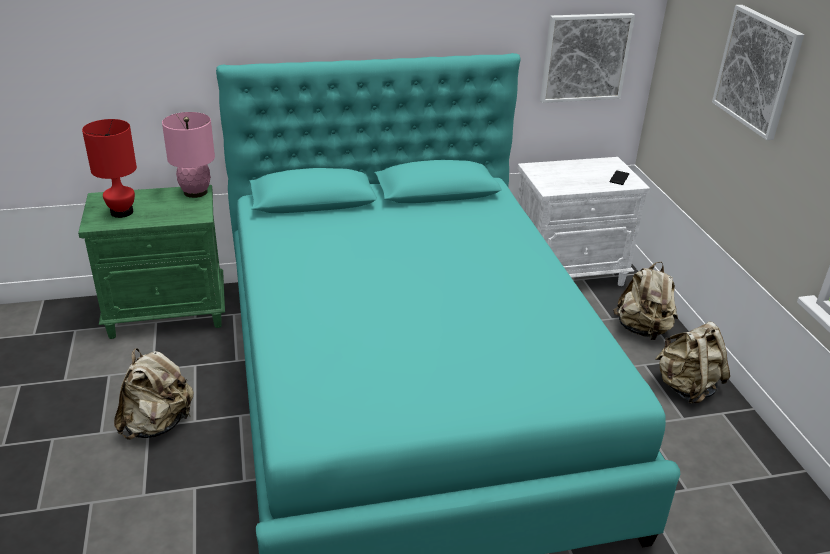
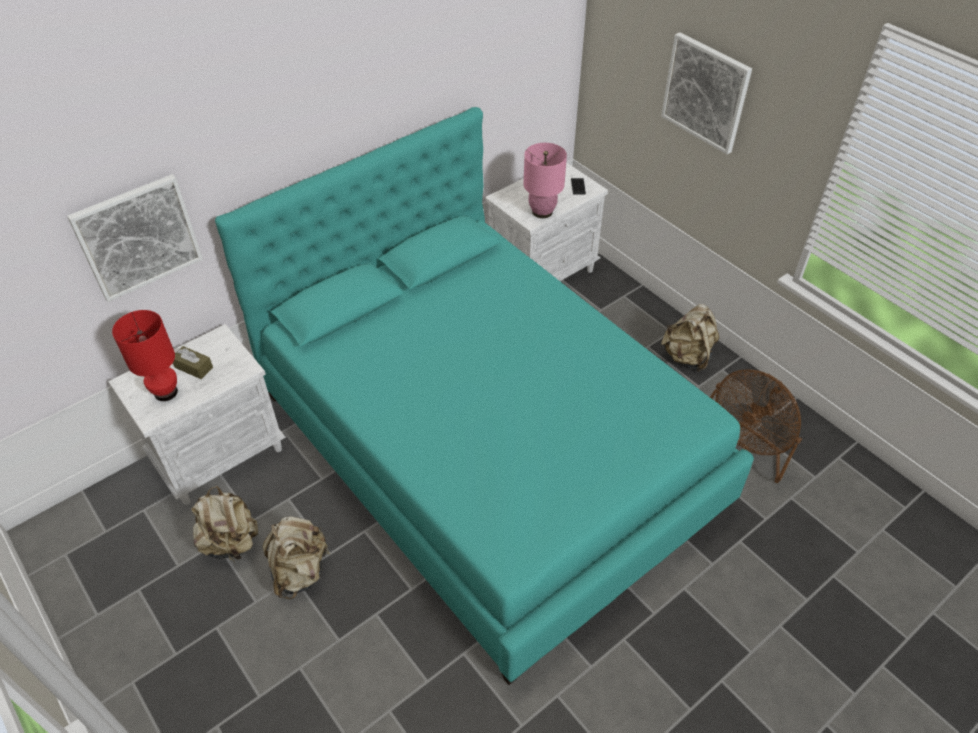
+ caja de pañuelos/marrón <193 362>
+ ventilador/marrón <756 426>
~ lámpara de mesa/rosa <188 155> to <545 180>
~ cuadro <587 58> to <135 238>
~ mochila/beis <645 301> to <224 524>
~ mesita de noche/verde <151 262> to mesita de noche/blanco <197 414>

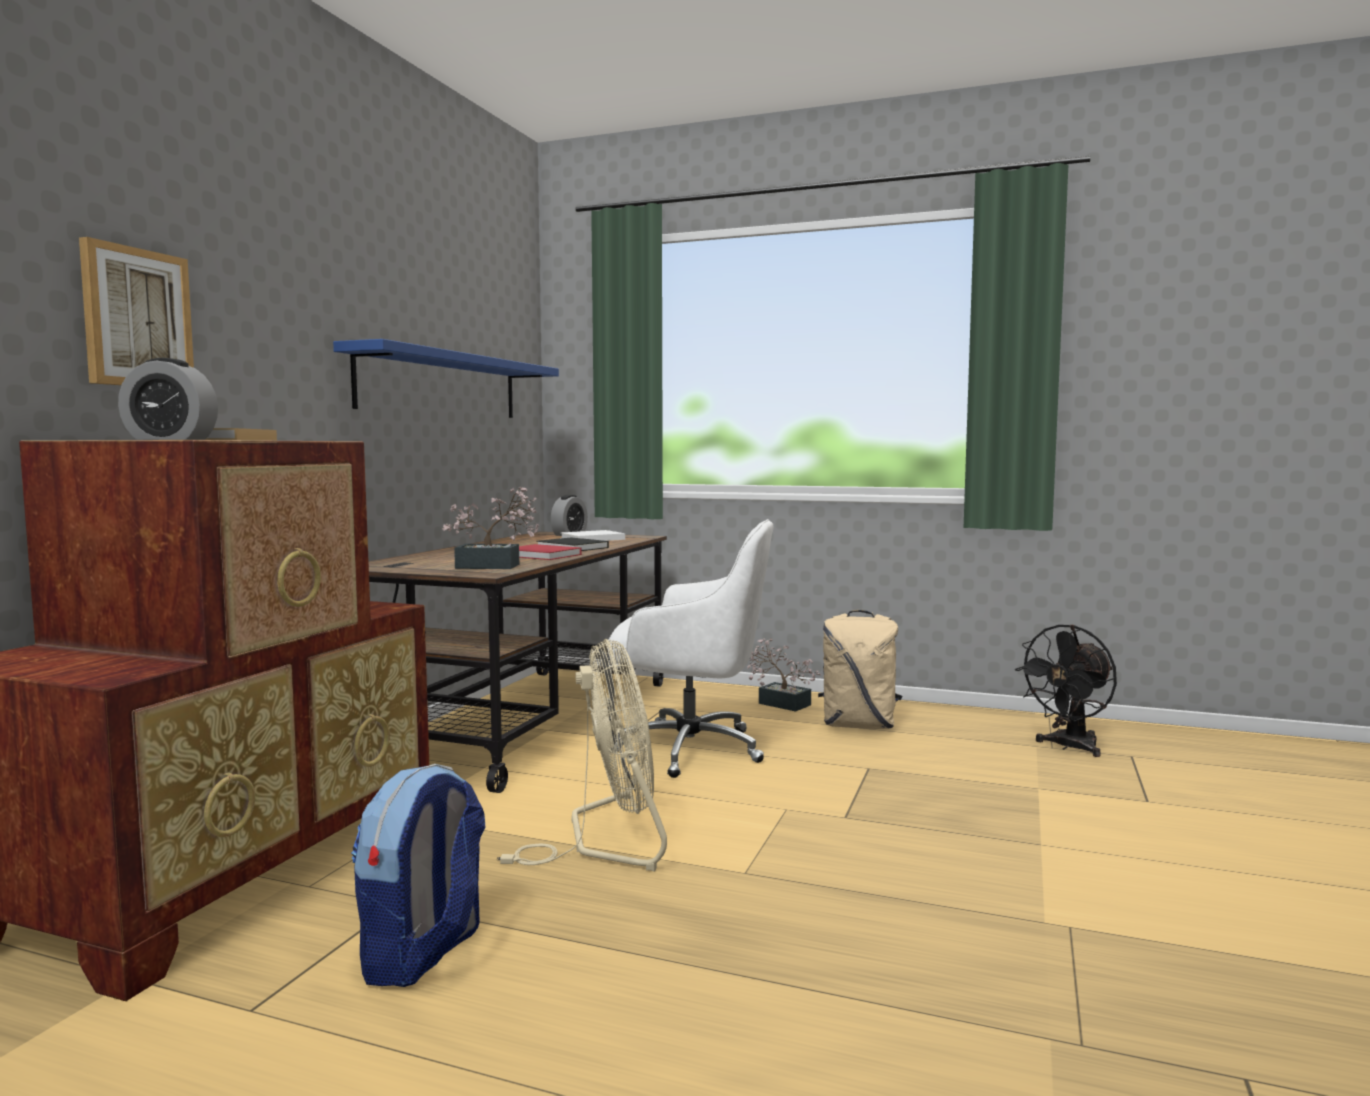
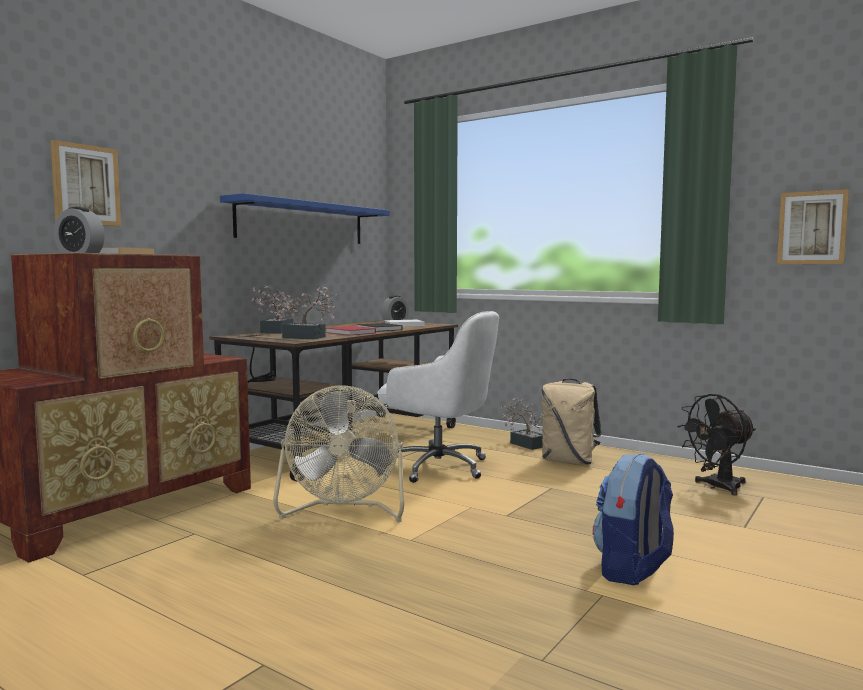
+ planta en maceta <273 309>
+ cuadro <813 226>
~ mochila <418 875> to <633 519>
~ ventilador/beis <582 755> = <338 453> 90 degrees clockwise

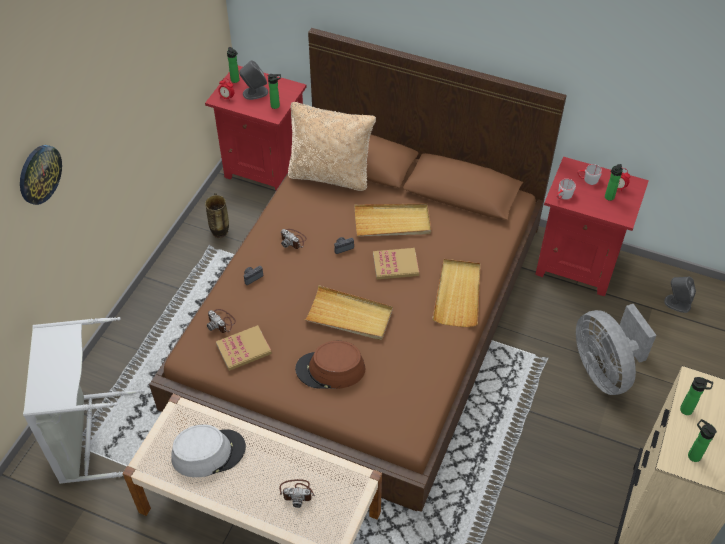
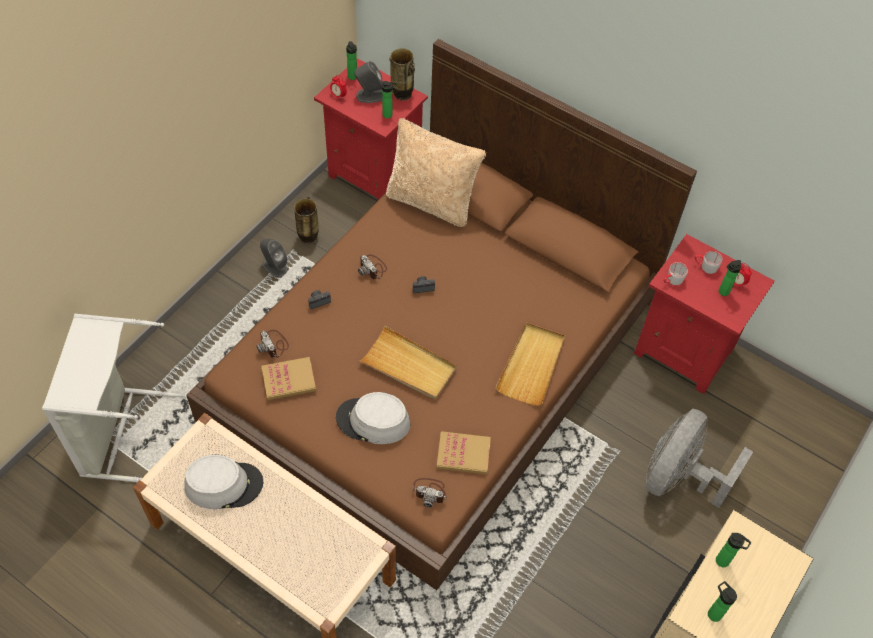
- reloj de pared <41 175>
- bandeja/beis <392 220>
+ florero <402 74>
~ cámara <297 493> to <430 493>
~ libro <396 263> to <464 452>
~ altavoz/gris <680 295> to <274 258>
~ sombrero/marrón <330 365> to sombrero/gris <373 418>
~ ventilador/gris <616 349> = <699 458> 45 degrees clockwise

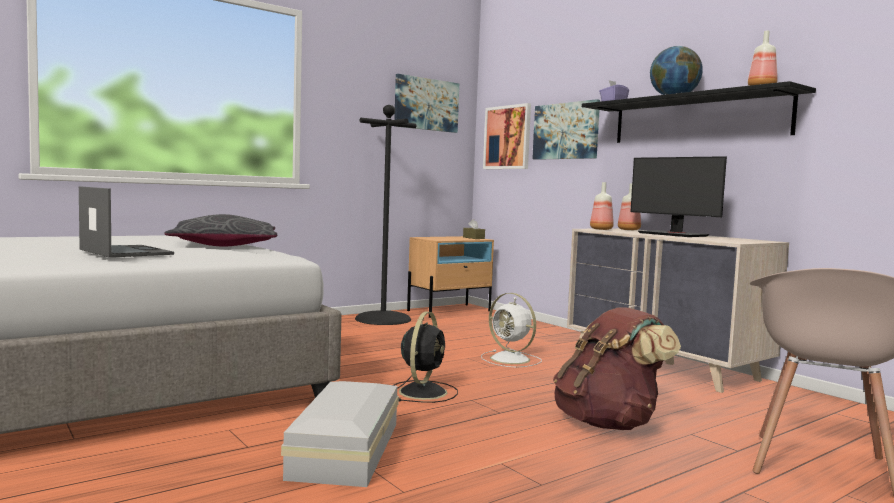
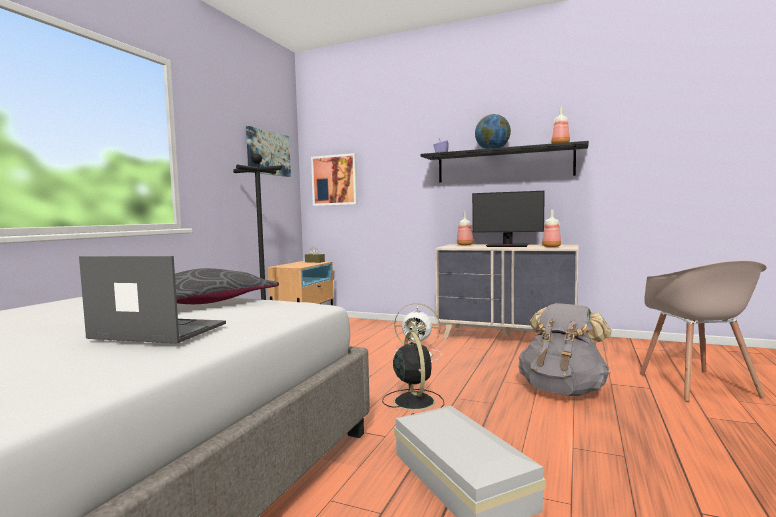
- cuadro <566 129>
~ botella <602 206> to <551 228>
~ mochila/marrón <617 368> to mochila/gris <565 349>

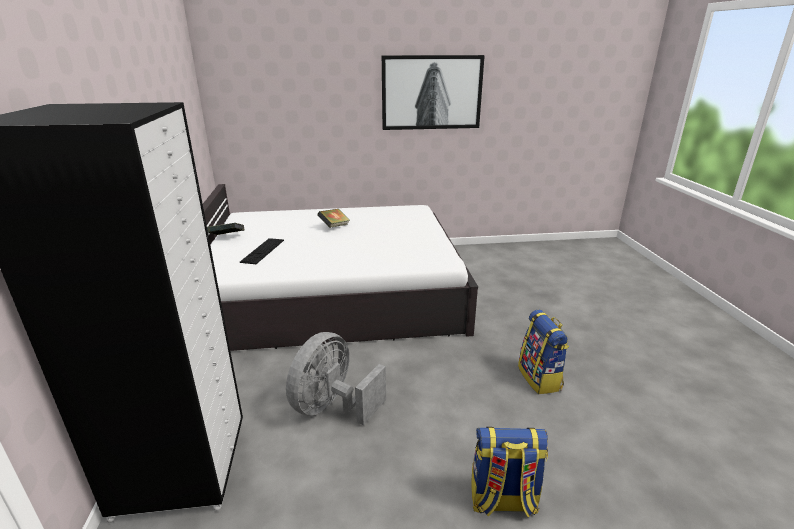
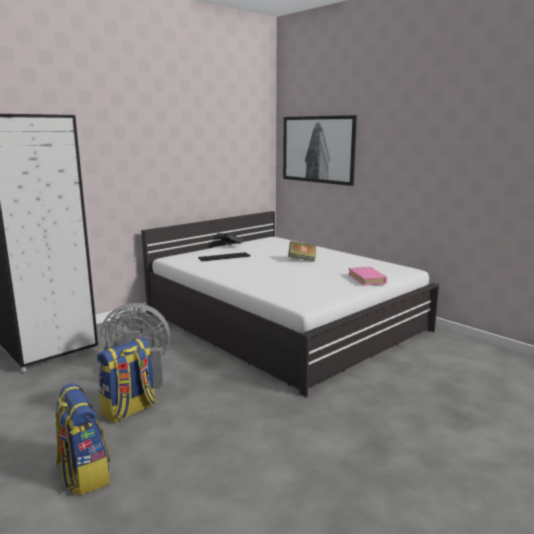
+ libro/rosa <367 276>
~ cuadro <433 92> to <320 150>
~ mochila <543 352> to <126 380>

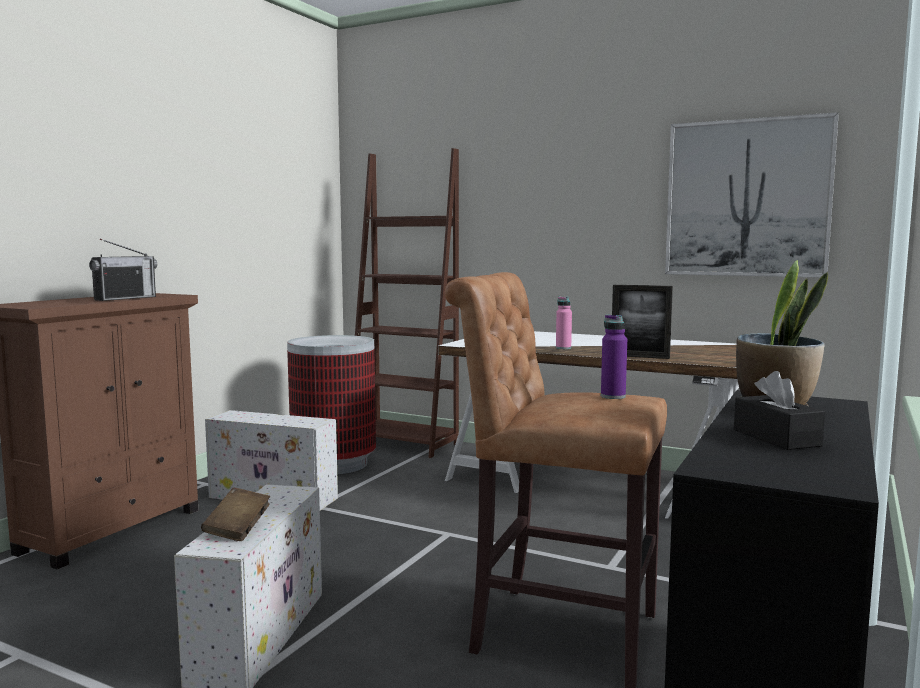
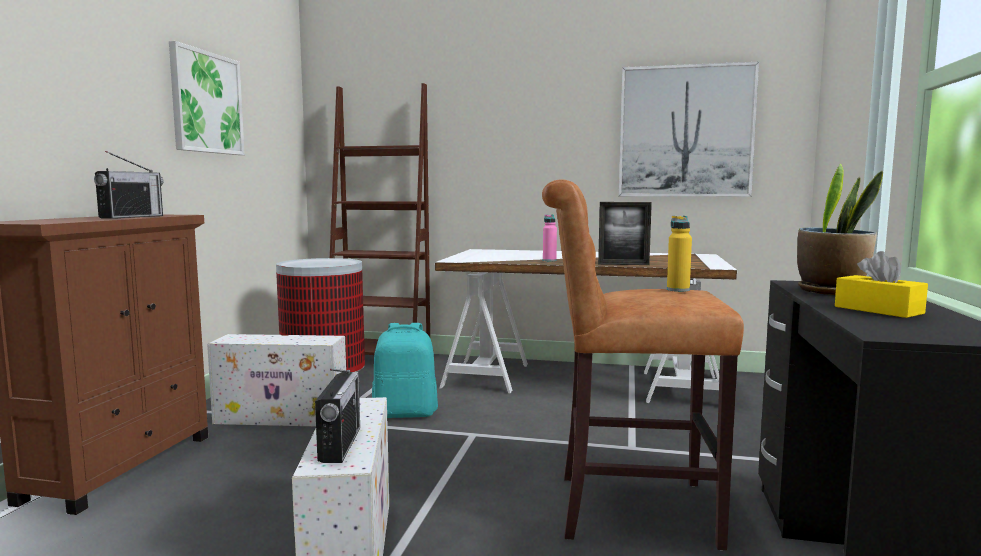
+ cuadro <207 98>
+ mochila/turquesa <405 370>
~ libro/marrón <236 514> to radio <337 416>
~ botella/morado <614 357> to botella/amarillo <679 254>
~ caja de pañuelos/negro <779 410> to caja de pañuelos/amarillo <881 284>

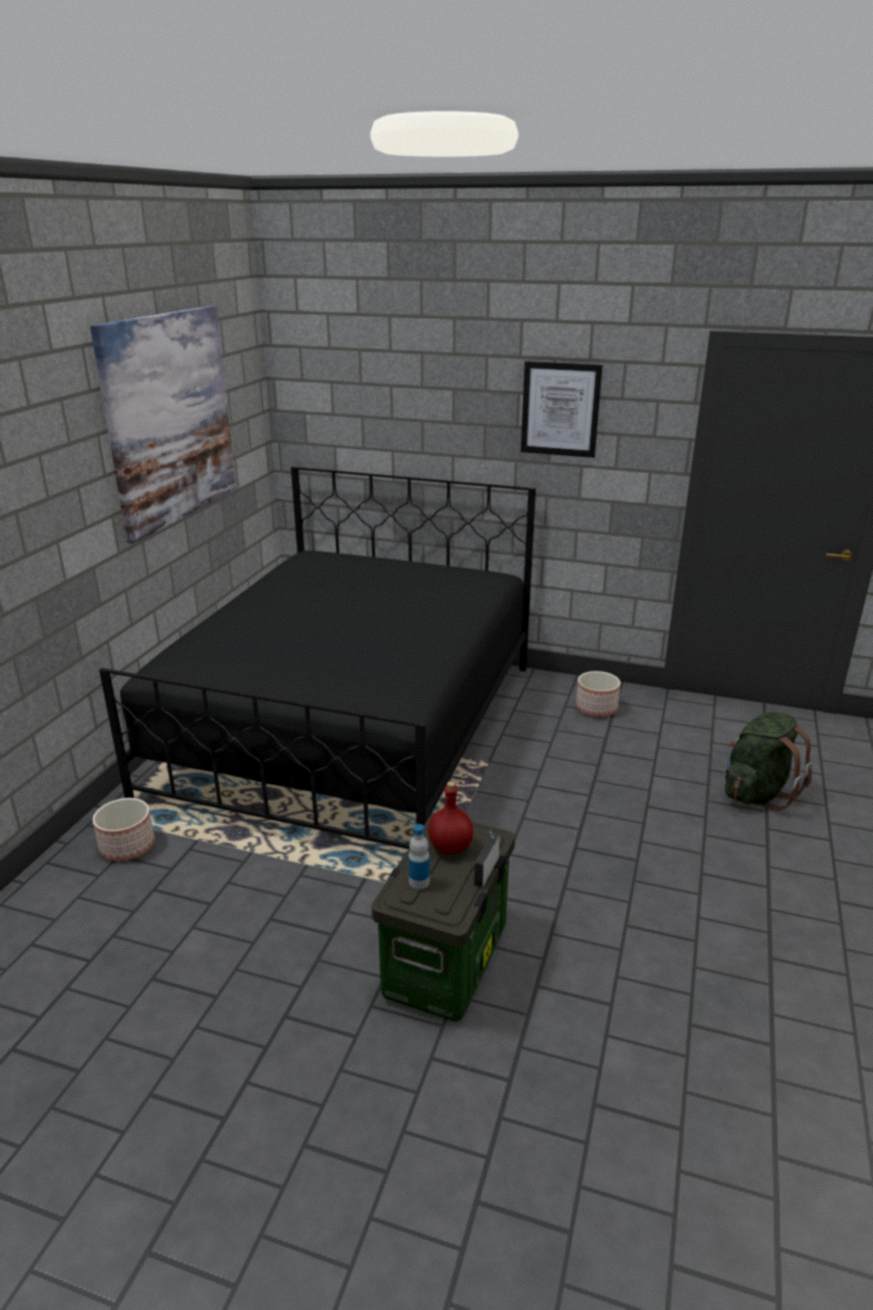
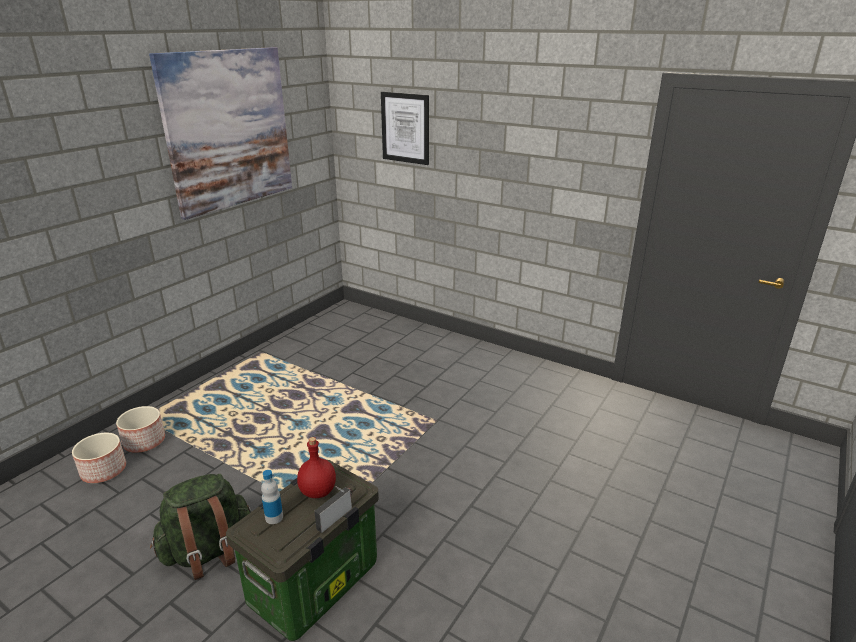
- cama/negro <317 658>
~ cuadro <562 409> to <405 128>
~ maceta <598 694> to <99 458>
~ mochila/verde <769 761> to <201 527>

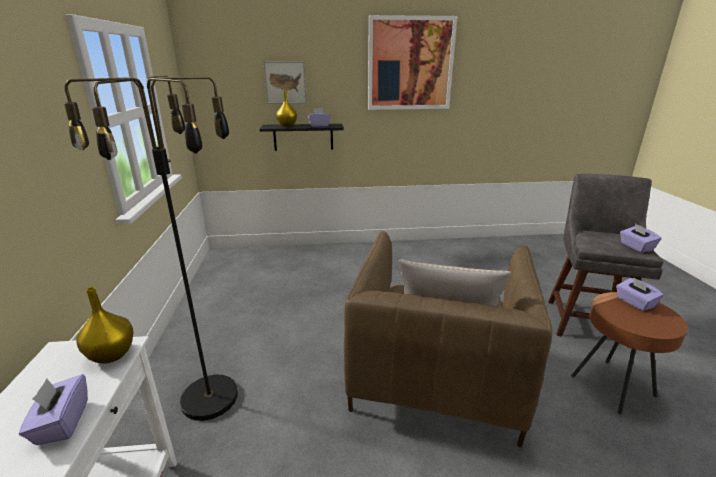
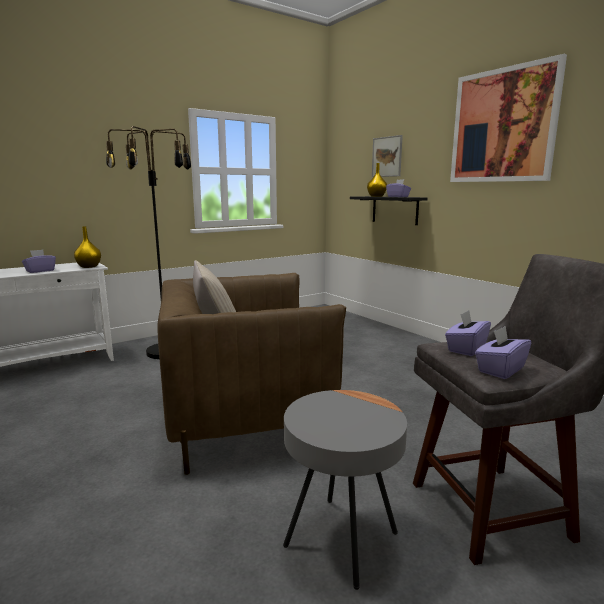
~ caja de pañuelos/morado <640 294> to <468 333>
~ mesa auxiliar/marrón <629 353> to mesa auxiliar/gris <345 490>

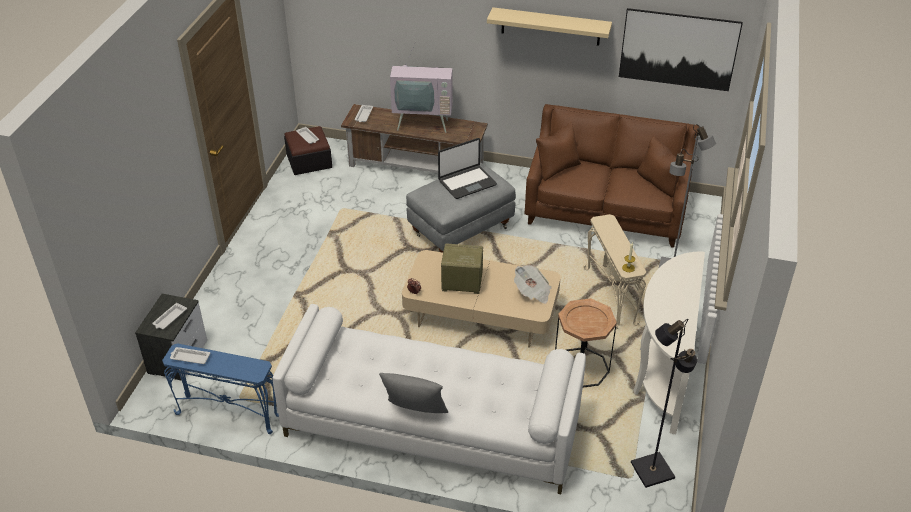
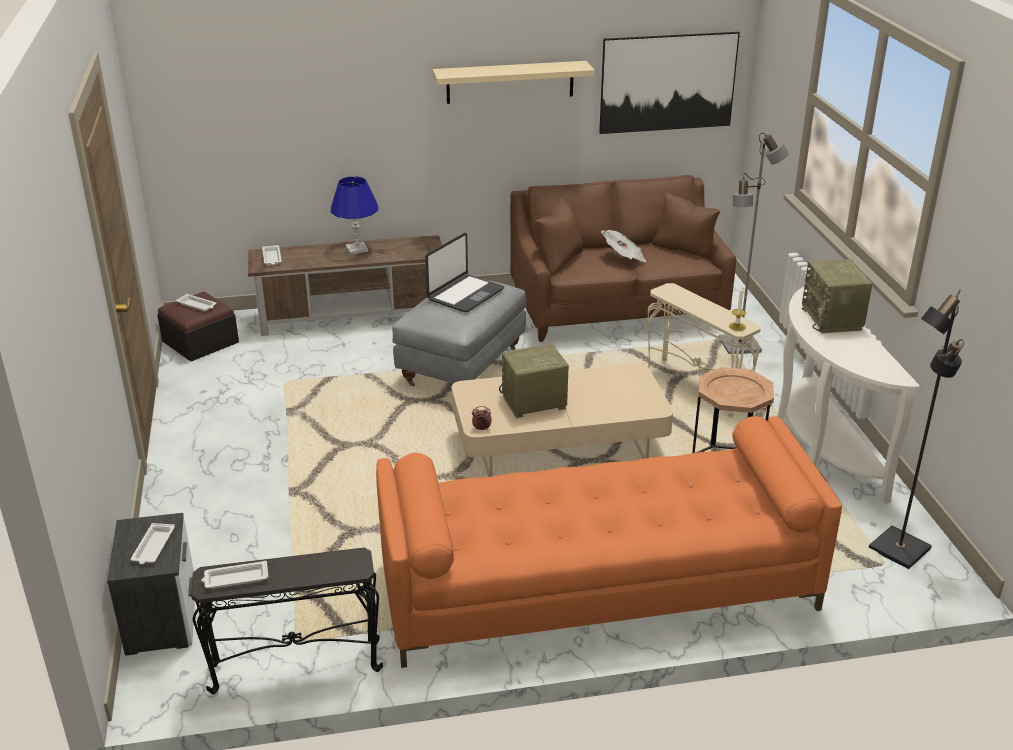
- cojín/gris <413 393>
+ radio <837 296>
~ periódico <533 284> to <623 246>
~ televisor <421 86> to lámpara de mesa/azul <354 215>
~ mesa auxiliar/azul <220 388> to mesa auxiliar/negro <287 621>
~ sofá/blanco <429 399> to sofá/naranja <609 542>

